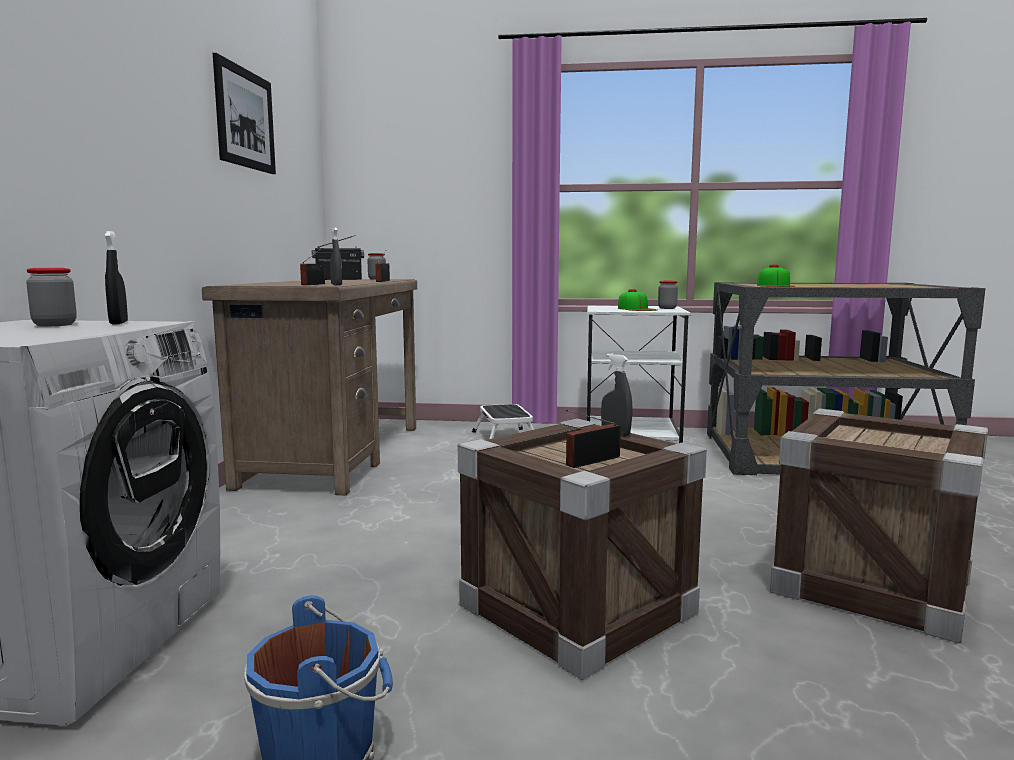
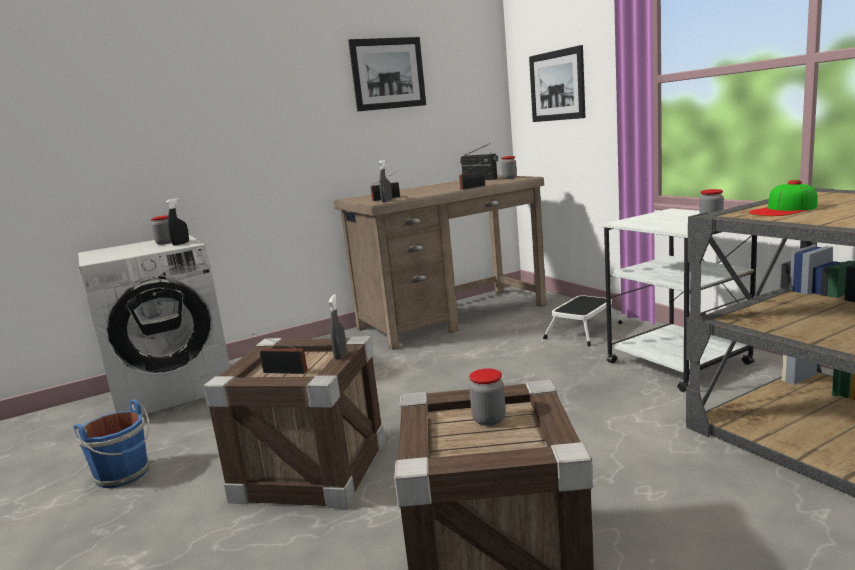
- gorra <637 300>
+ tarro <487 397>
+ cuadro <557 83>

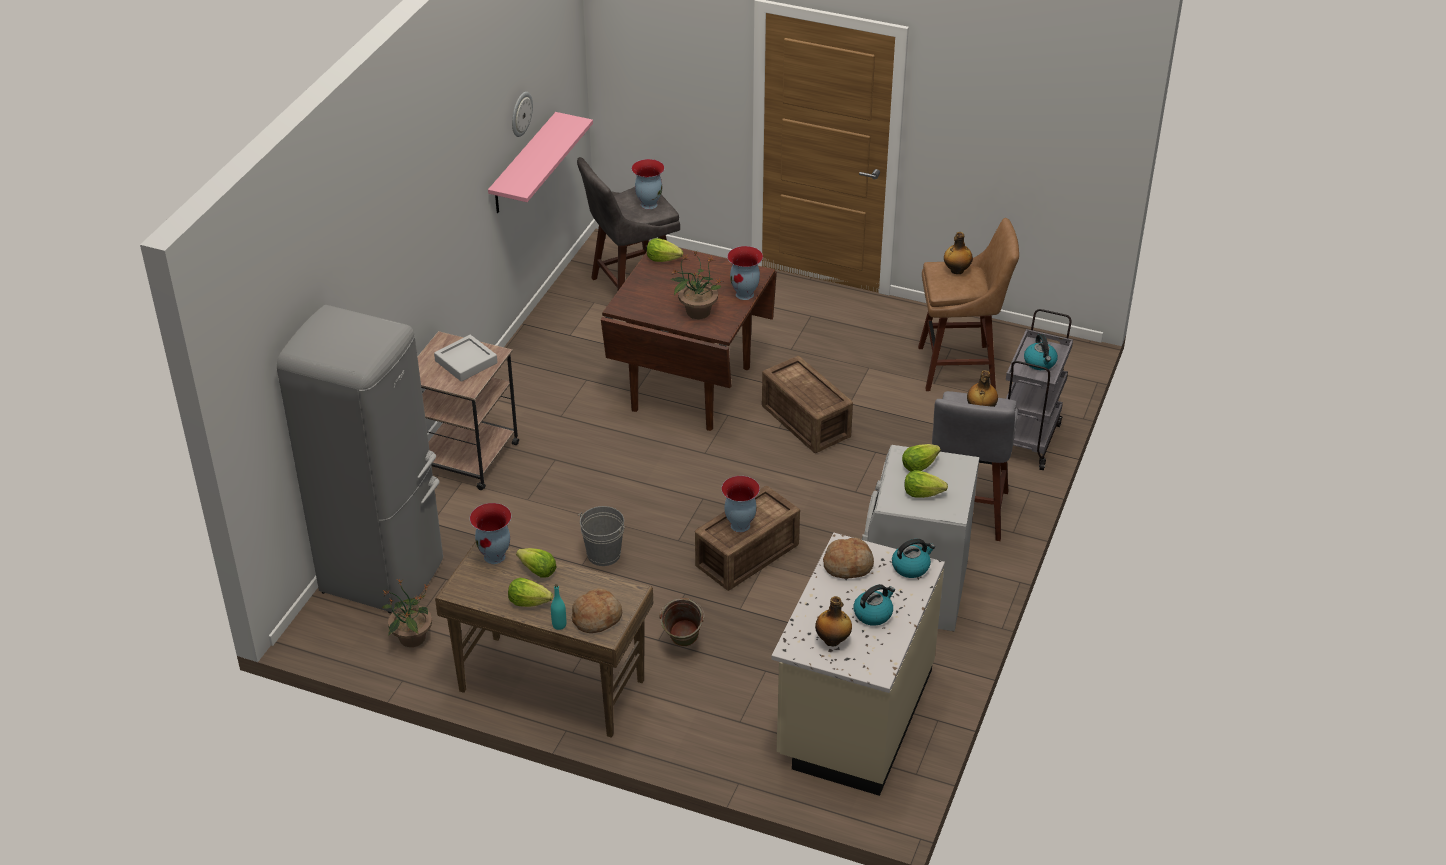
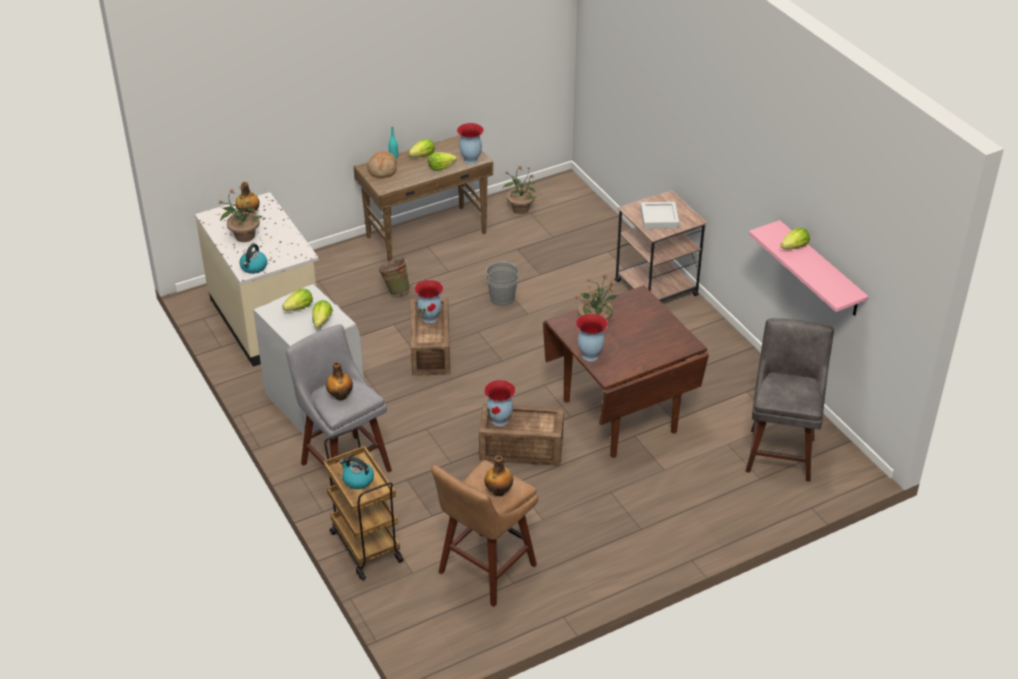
- nevera/gris <360 459>
- reloj de pared <522 114>
- pan <848 558>
~ florero <648 184> to <500 403>
~ lechuga <665 250> to <795 238>
~ hervidor <874 605> to planta en maceta <240 214>
~ carrito/gris <1039 389> to carrito/marrón <363 504>

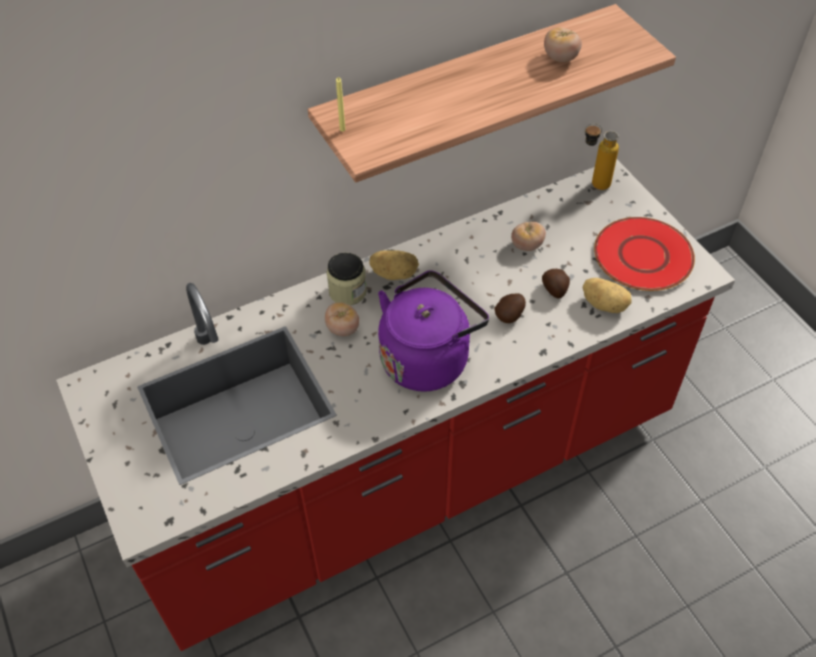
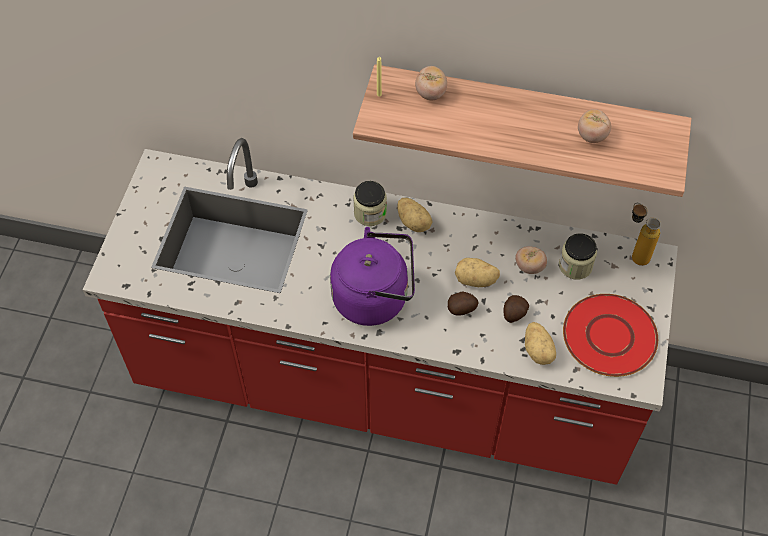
+ patata <477 272>
+ tarro <578 256>
~ tomate <342 319> to <431 83>

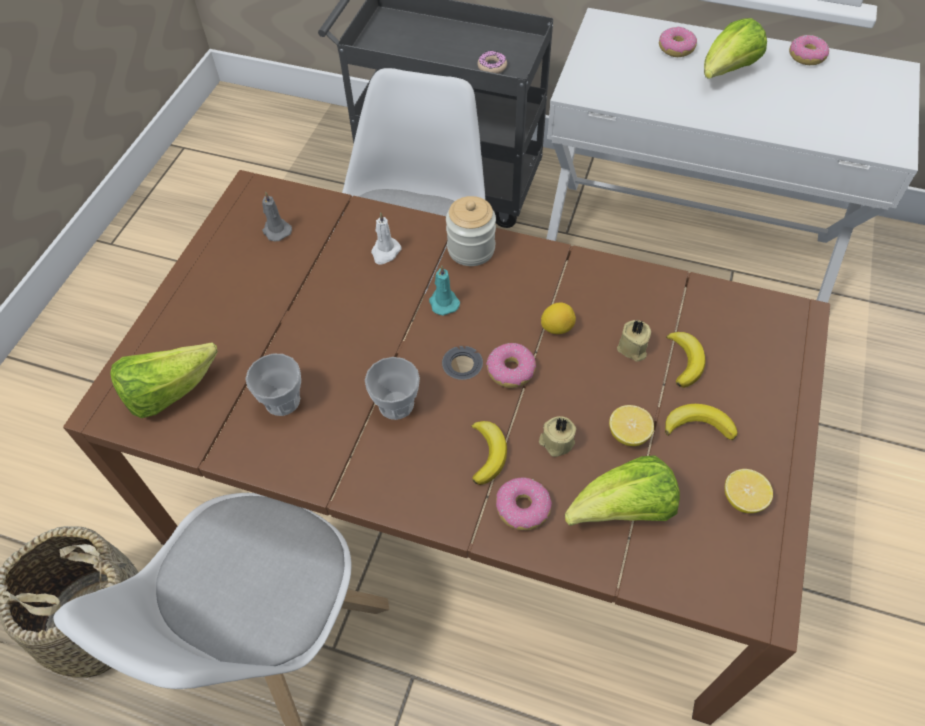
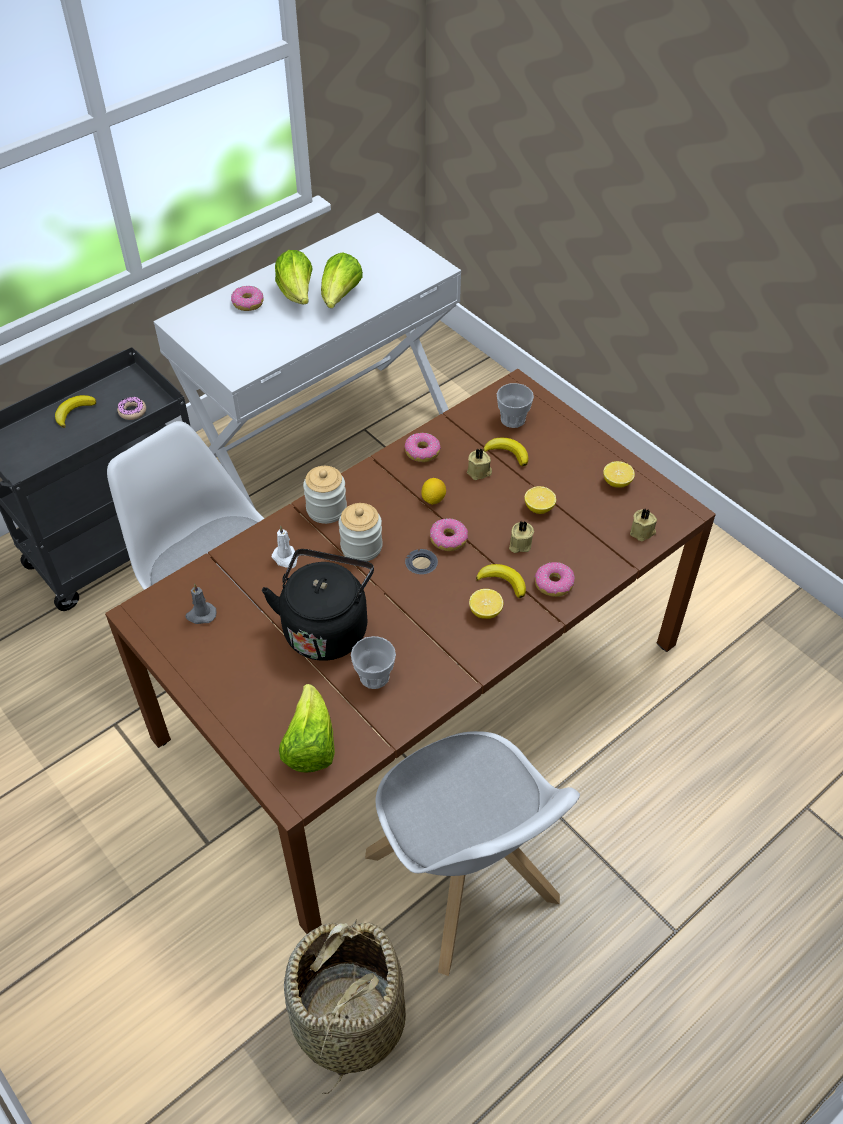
+ hervidor/negro <318 605>
+ limón <486 604>
+ vela/beis <643 525>
~ taza <392 388> to <515 405>
~ lechuga <622 490> to <342 280>
~ plátano <701 422> to <75 411>
~ rosquilla <809 50> to <423 447>
~ vela/turquesa <444 290> to tarro <361 532>

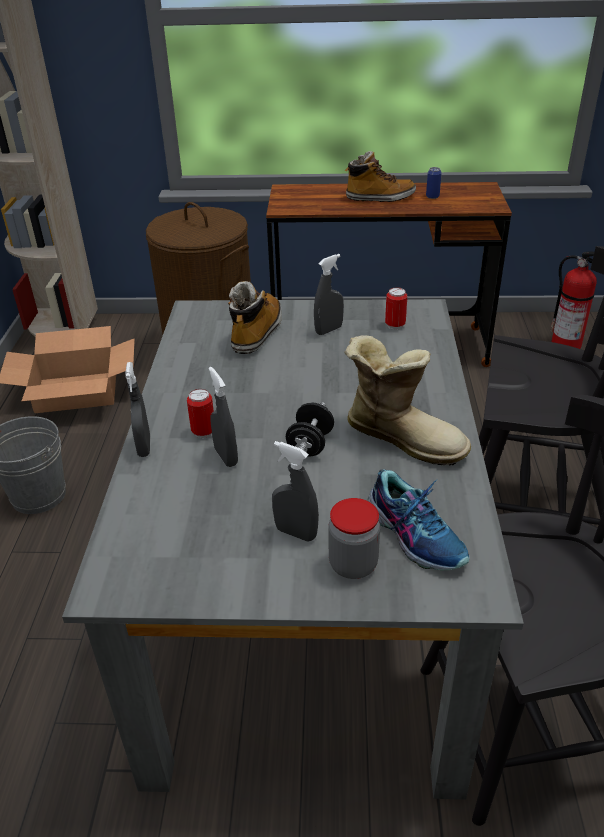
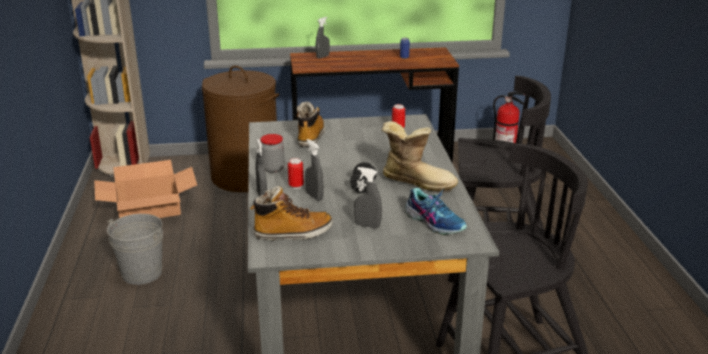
~ pulverizador/gris <329 294> to <323 37>
~ tarro <354 538> to <272 153>
~ bota <380 176> to <291 213>

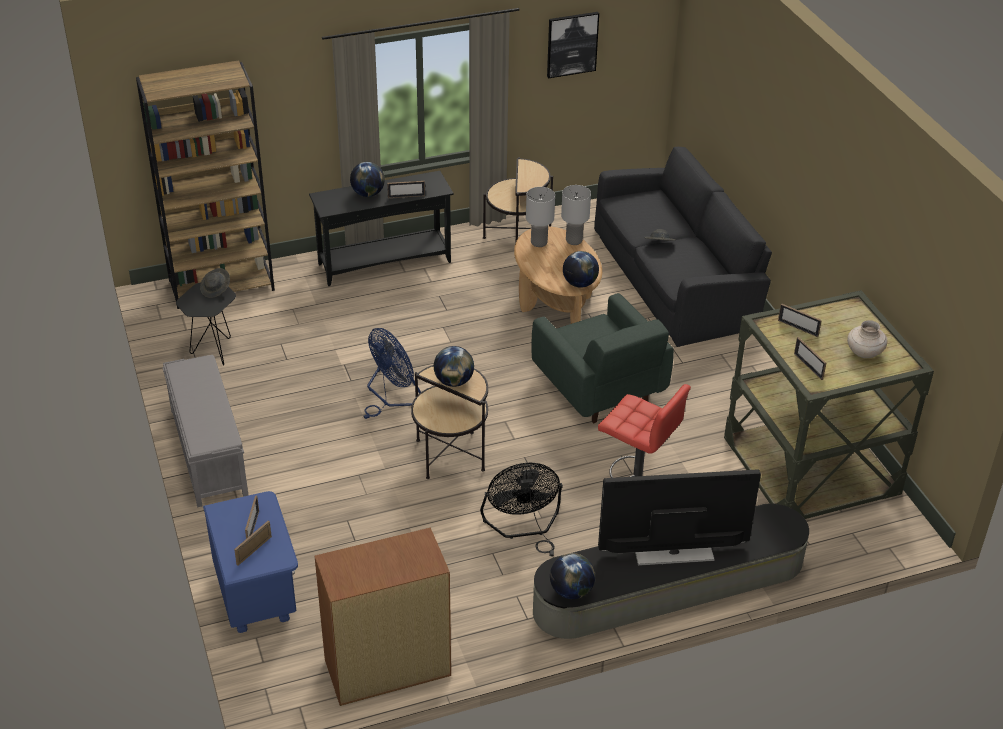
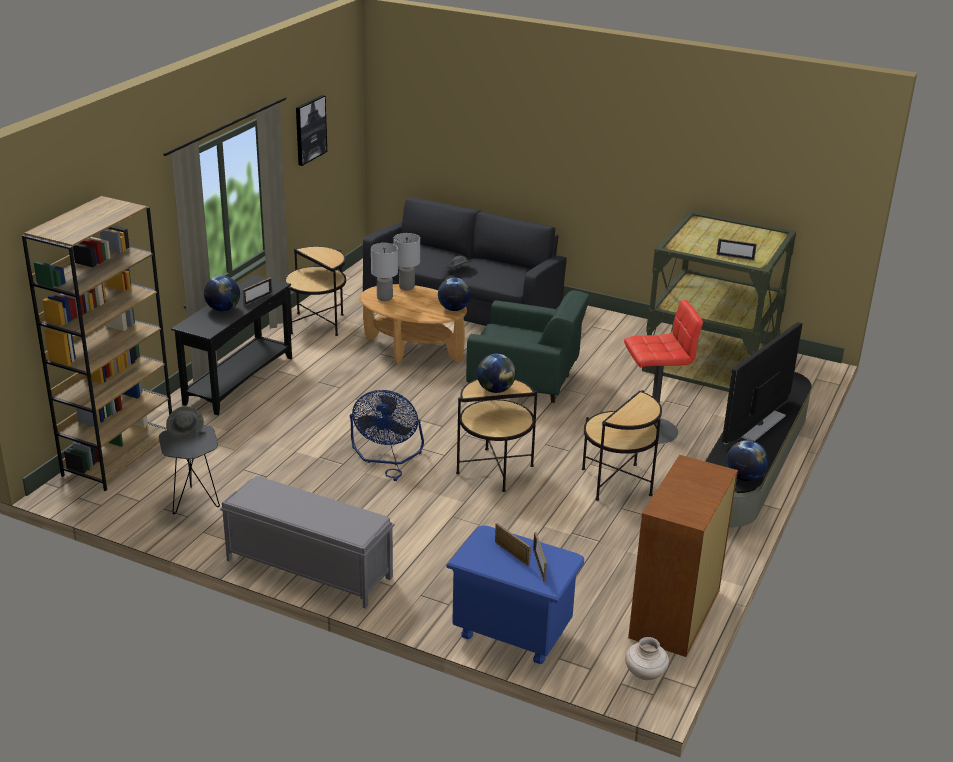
- portarretratos <800 320>
~ florero/beis <867 339> to <647 658>
~ ventilador/negro <521 509> to mesa auxiliar <622 445>

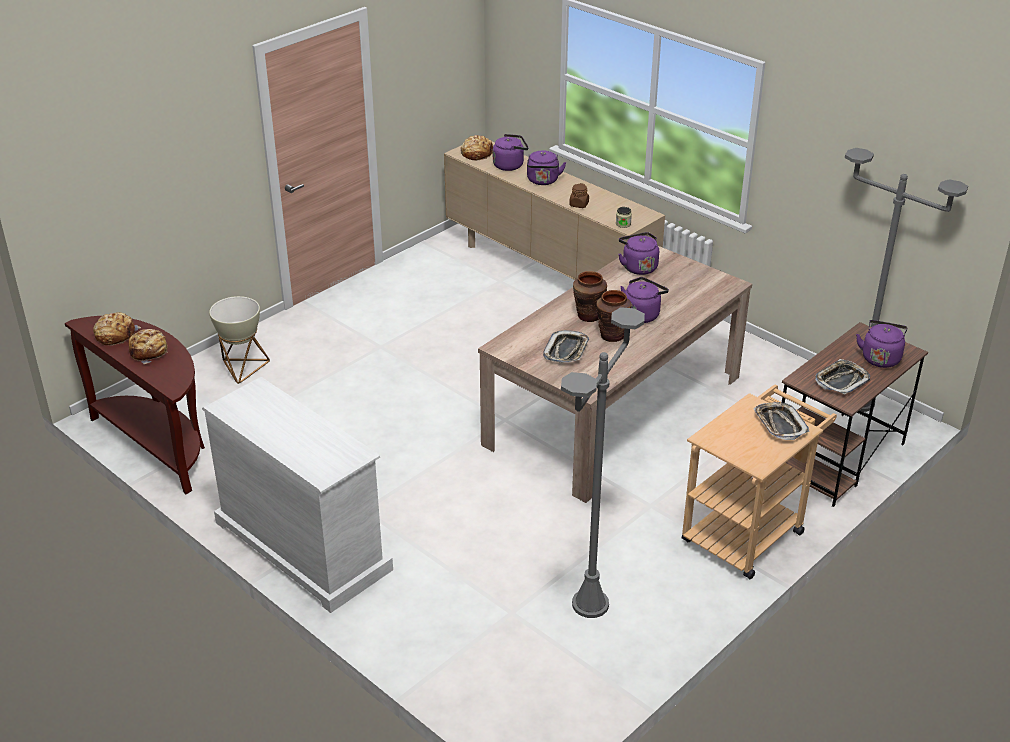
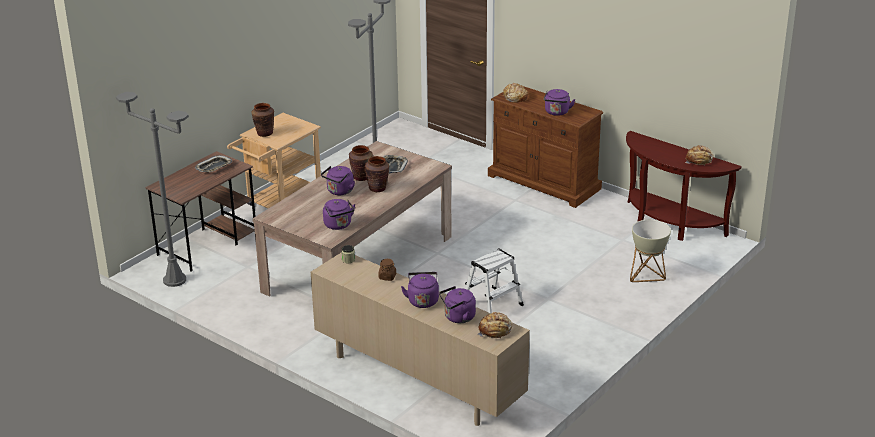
+ escalera de tijera/blanco <494 280>
~ pan <148 346> to <515 93>
~ hervidor/morado <882 344> to <559 102>
~ bandeja <781 421> to florero/marrón <262 120>
~ cómoda/blanco <297 495> to cómoda/marrón <545 147>

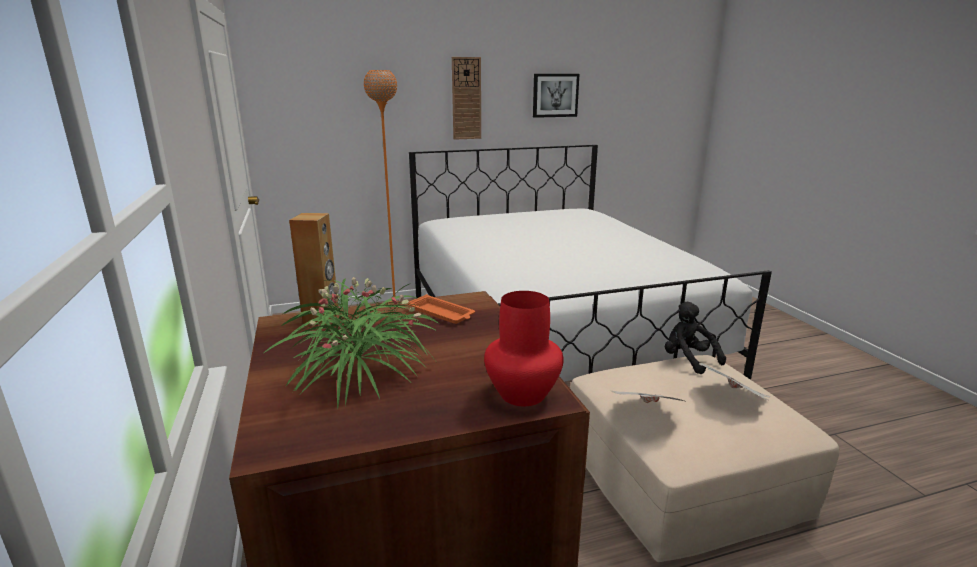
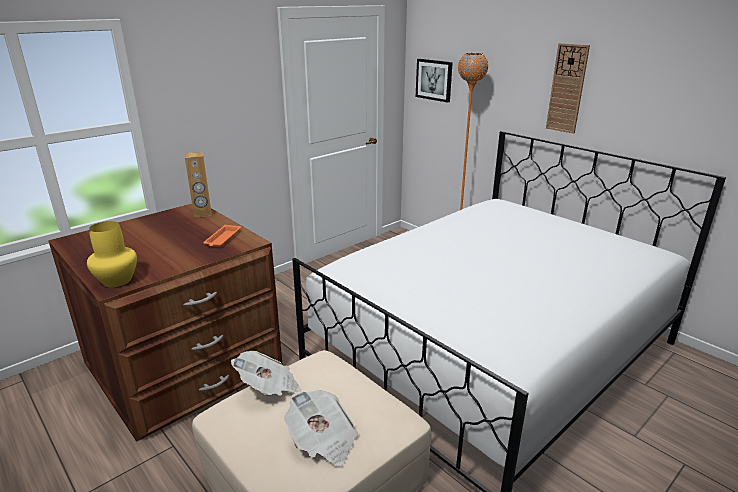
- planta en maceta <351 343>
- peluche/negro <695 338>
~ cuadro <556 96> to <434 81>
~ florero/rojo <524 348> to florero/amarillo <112 254>

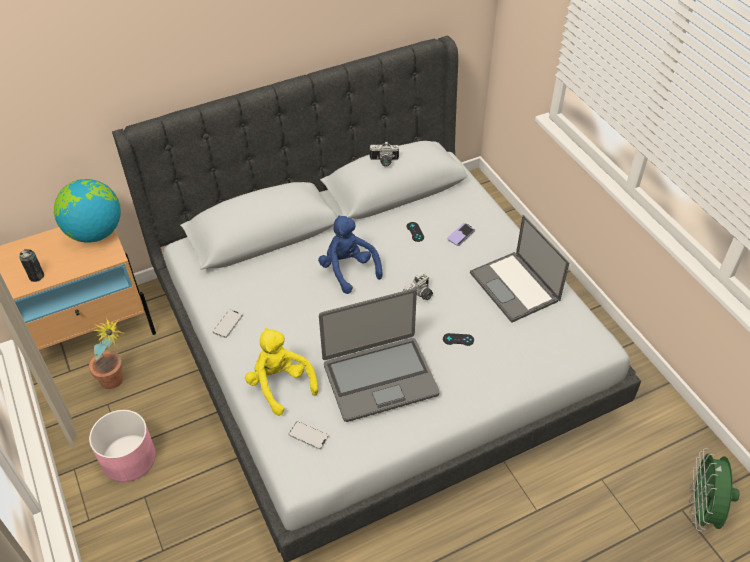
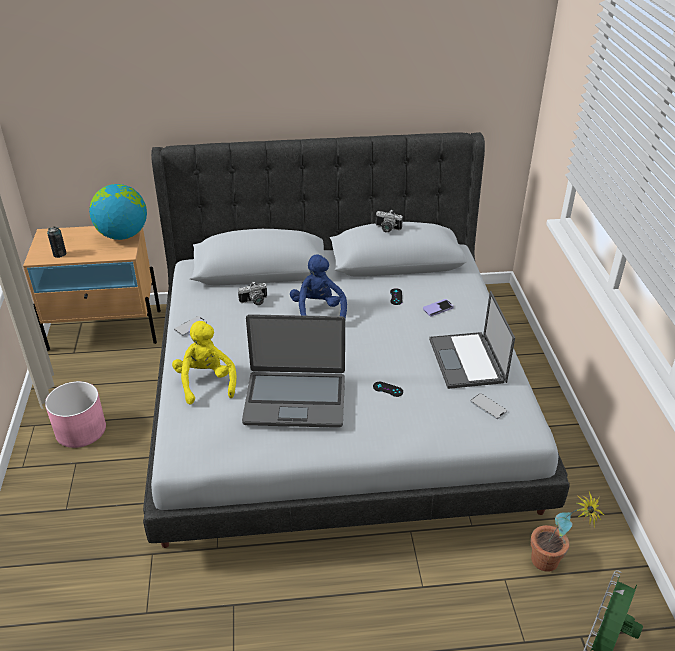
~ planta en maceta <106 353> to <567 532>
~ móvil <308 435> to <488 406>
~ cámara <418 286> to <252 293>

